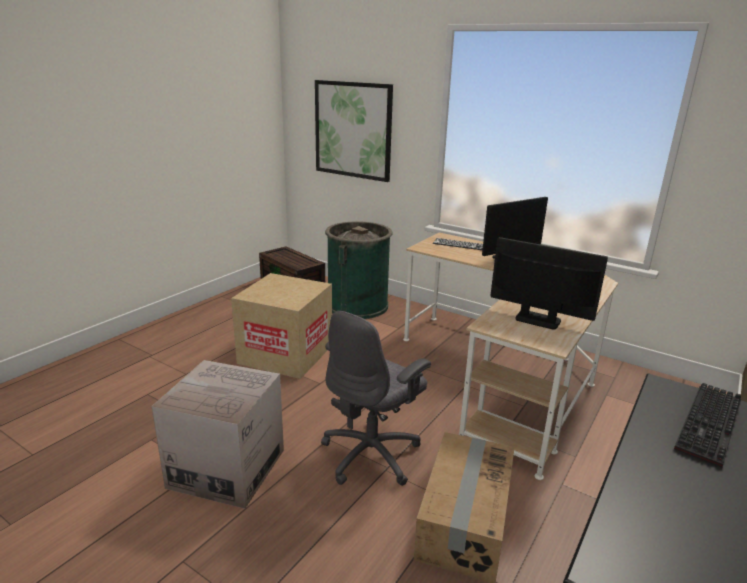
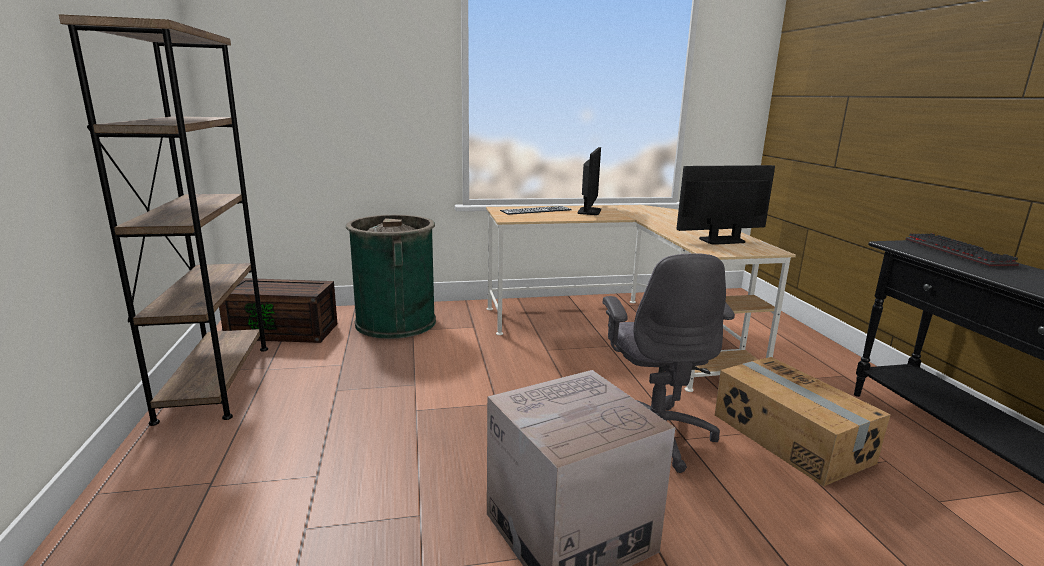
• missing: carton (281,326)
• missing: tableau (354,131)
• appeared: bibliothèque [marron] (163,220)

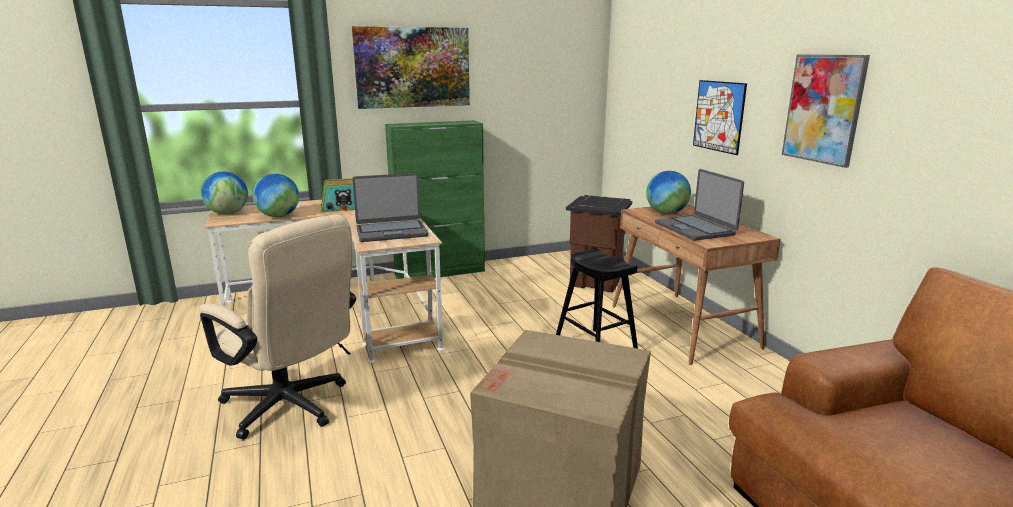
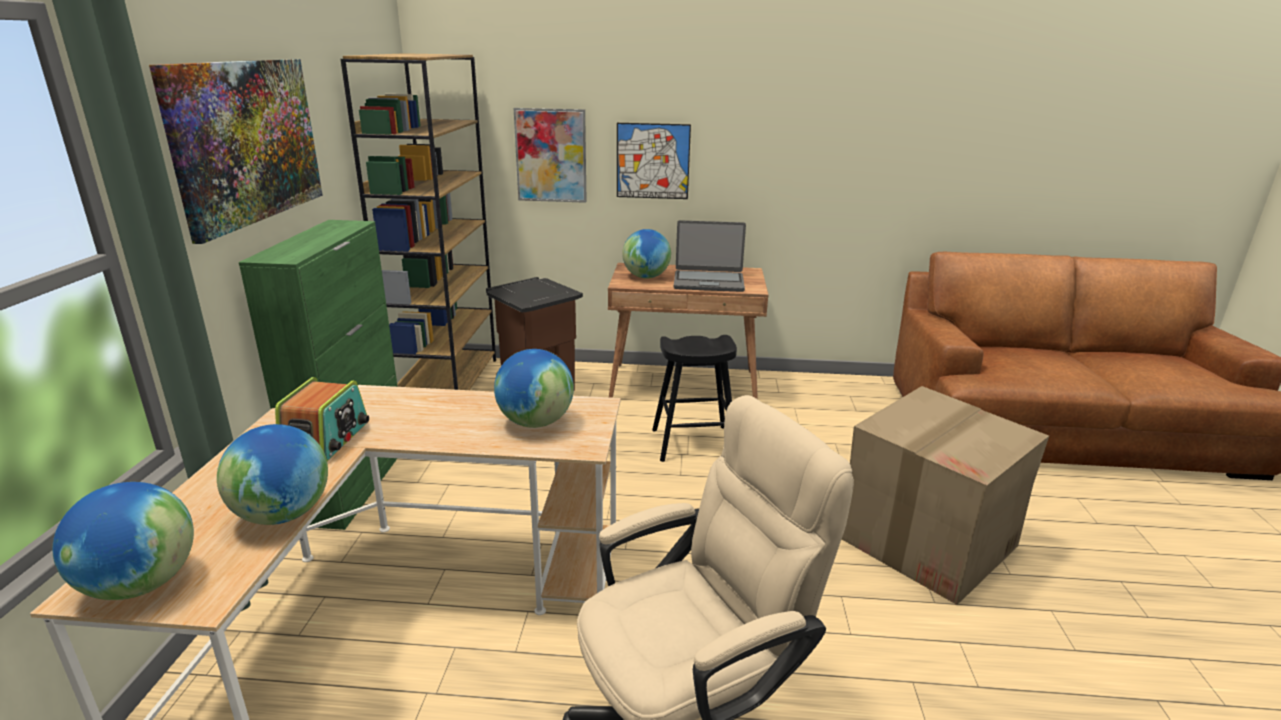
• exchanged: ordinateur portable (390,207) to globe (534,388)
• relocated: tableau (826,111) to (550,155)
• appeared: bibliothèque [marron] (418,221)

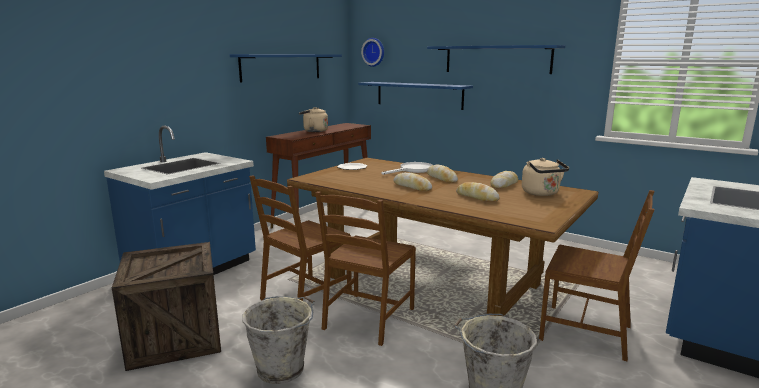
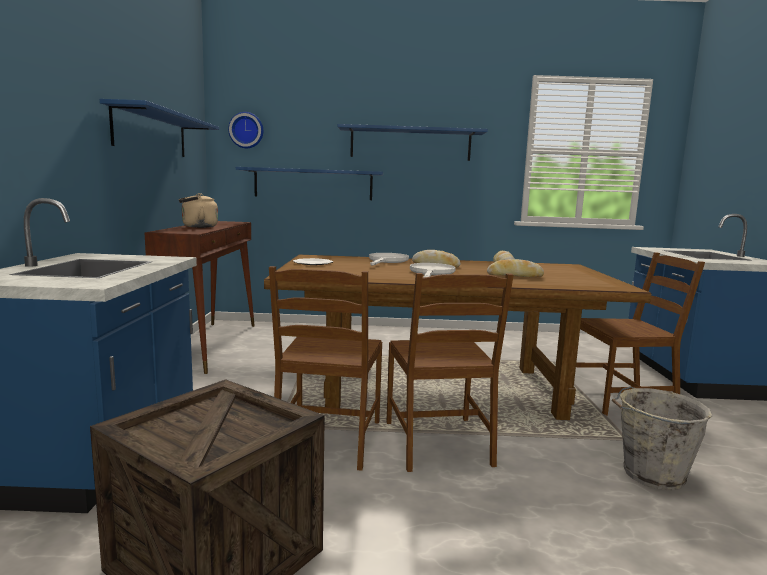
• missing: seau [gris] (278,340)
• exchanged: pain (412,181) to poêle [blanc] (433,270)
• missing: bouilloire [beige] (545,177)

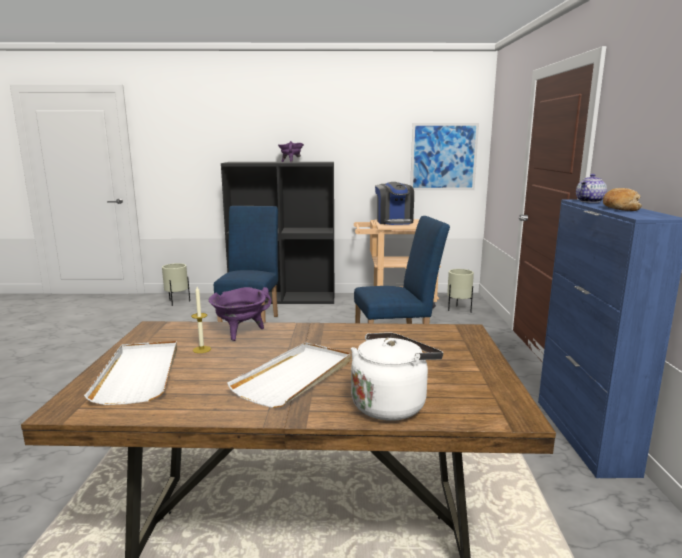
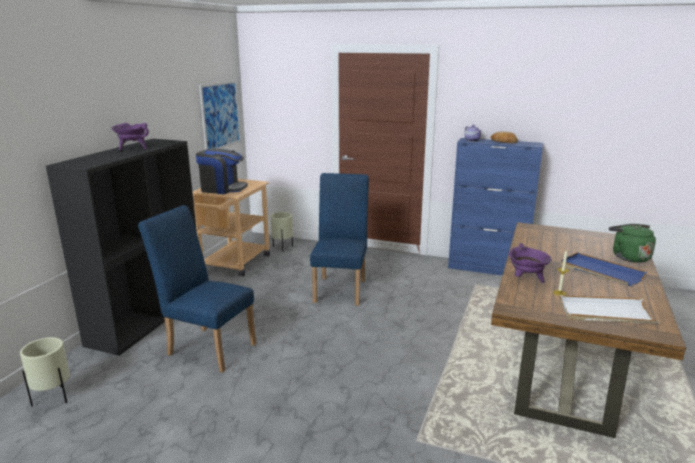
• colour: plateau [blanc] (289,375) to plateau [bleu] (603,269)
• colour: bouilloire [blanc] (397,376) to bouilloire [vert] (632,243)

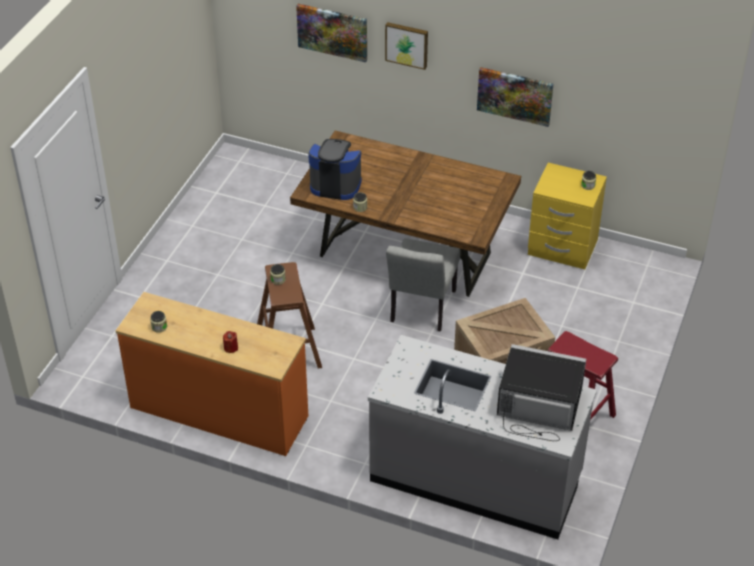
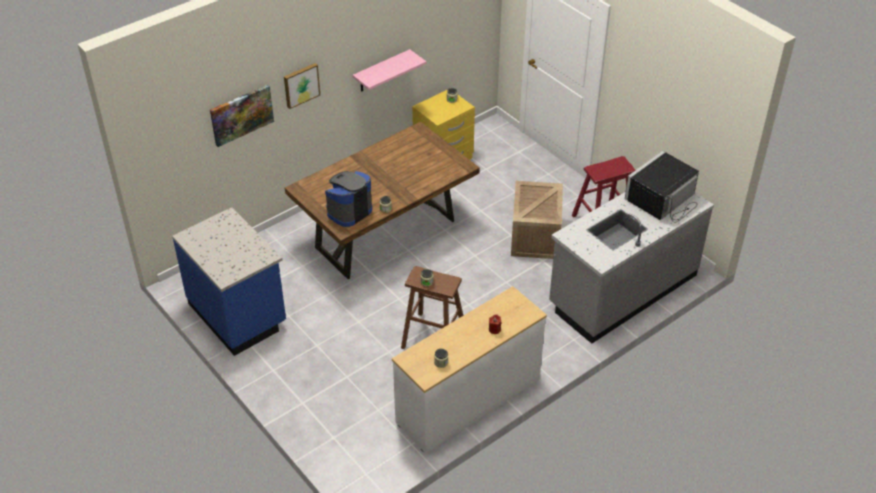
• colour: commode [orange] (211,374) to commode [blanc] (469,370)
• missing: chaise [gris] (423,284)
• exchanged: tableau (515,97) to étagère [rose] (390,70)
• appeared: comptoir de cuisine [bleu] (229,281)

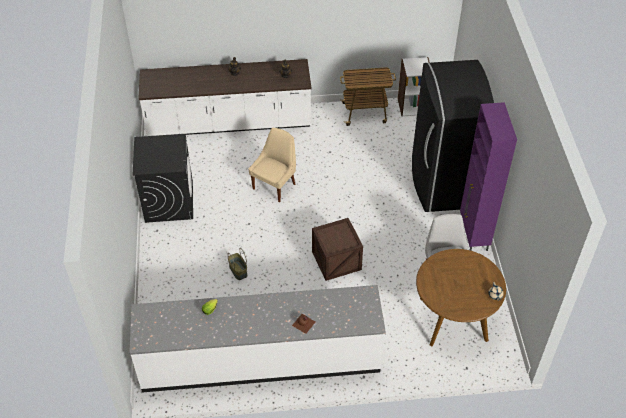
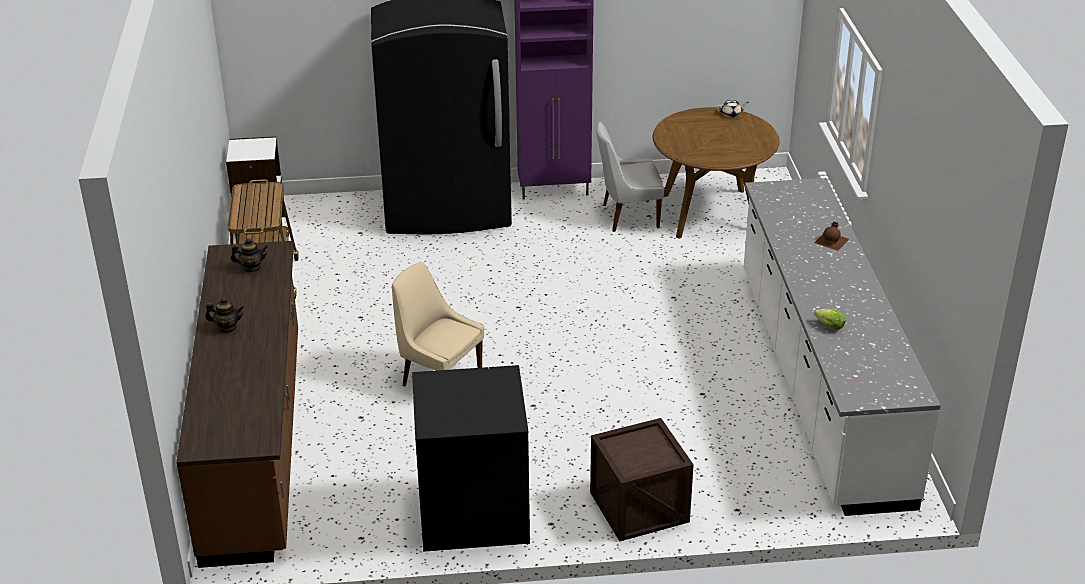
• colour: comptoir de cuisine [blanc] (225,97) to comptoir de cuisine [marron] (237,404)
• missing: panier (237,264)
• relocated: caisse (337,249) to (642,480)

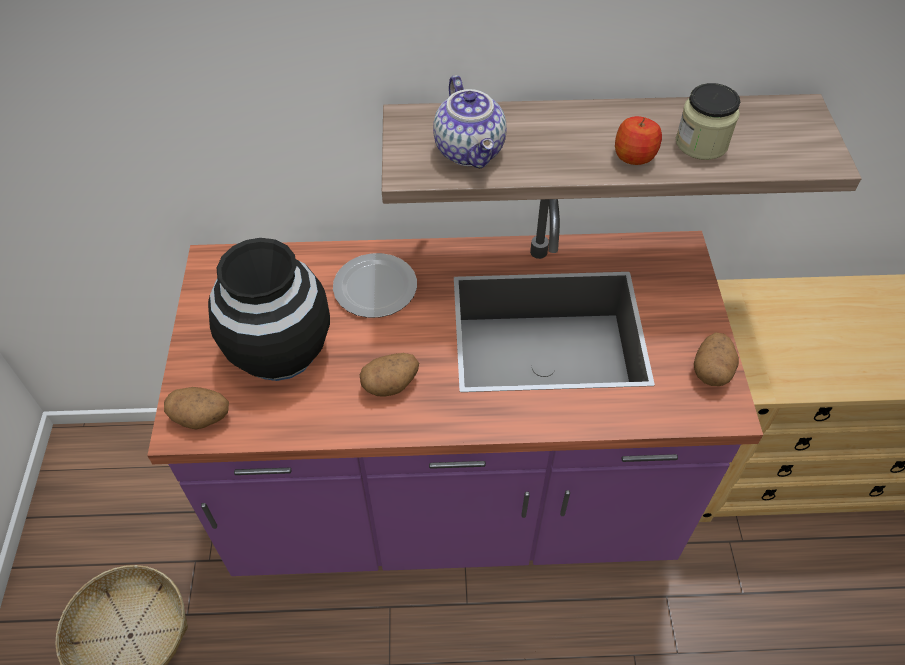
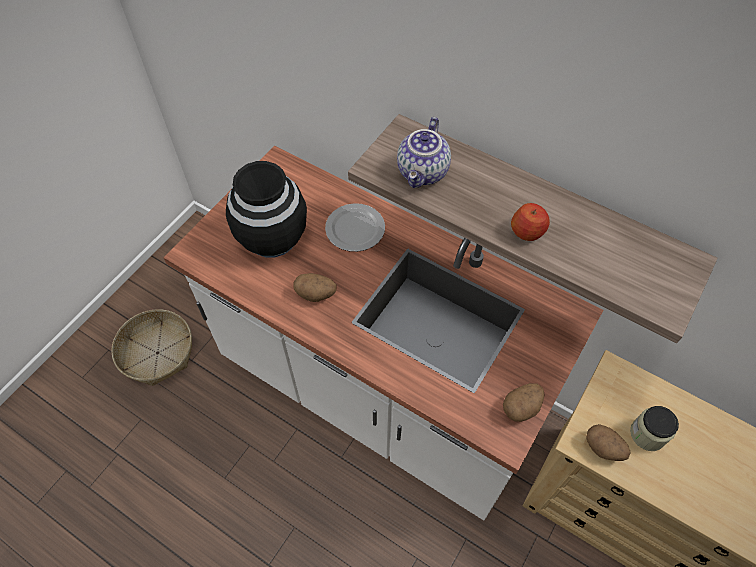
• colour: comptoir de cuisine [violet] (455,387) to comptoir de cuisine [blanc] (383,333)
• relocated: pomme de terre (196,408) to (608,442)
• relocated: bocal (708,121) to (654,428)

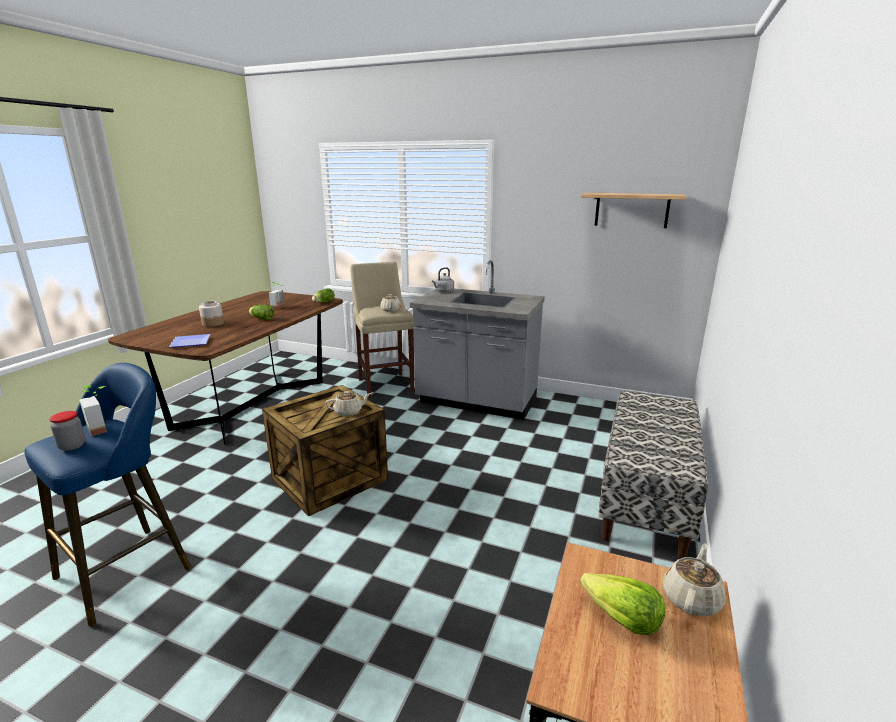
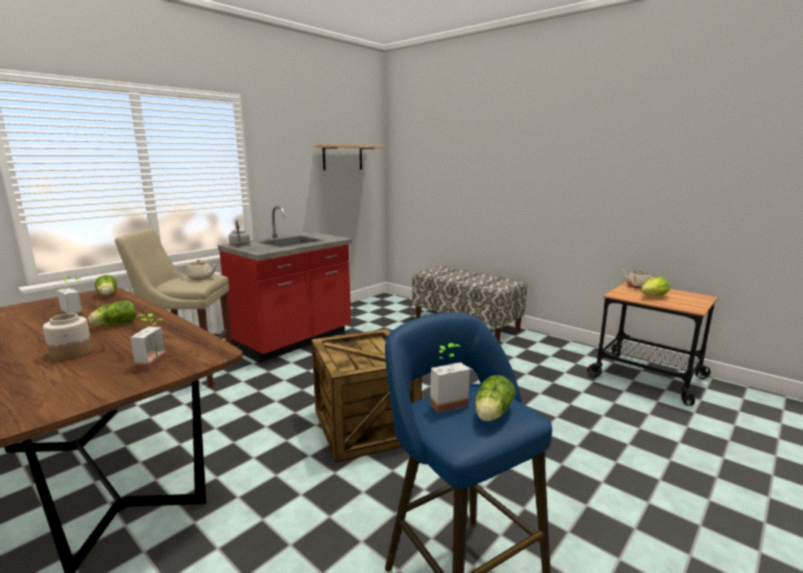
• exchanged: bocal (67,431) to laitue (495,398)
• exchanged: assiette (189,341) to plante en pot (148,342)
• missing: théière [beige] (348,403)
• colour: comptoir de cuisine [gris] (477,340) to comptoir de cuisine [rouge] (285,284)

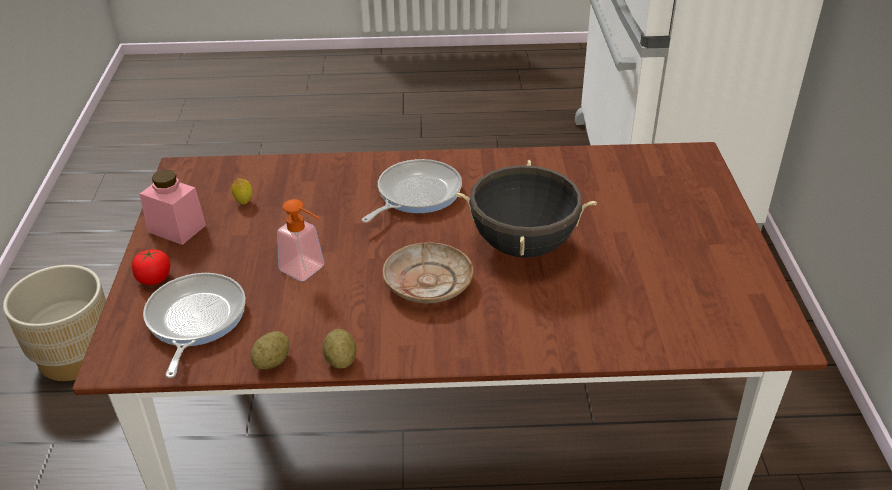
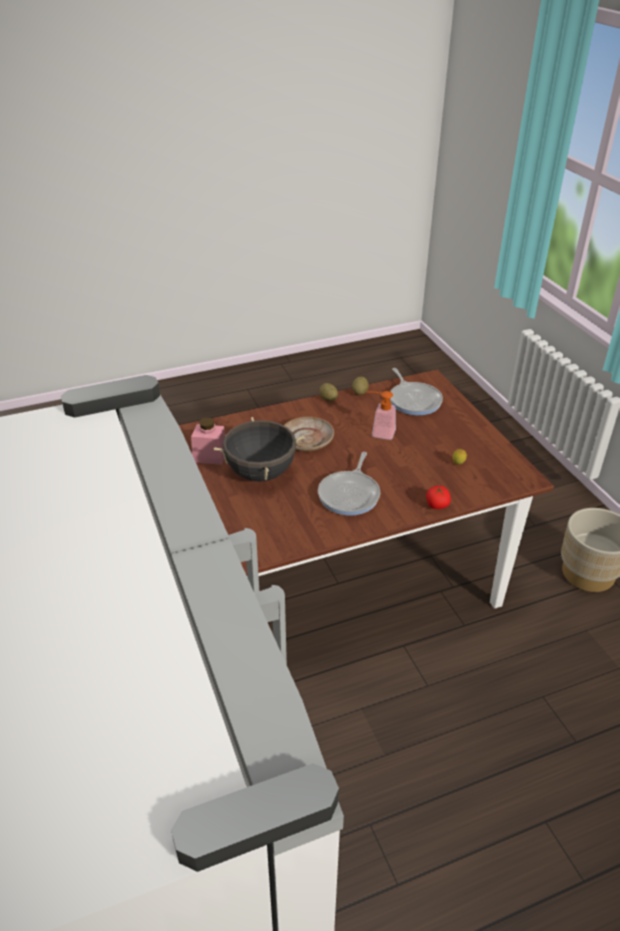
• relocated: tomate (151,266) to (438,497)
• relocated: bocal [rose] (173,207) to (208,441)

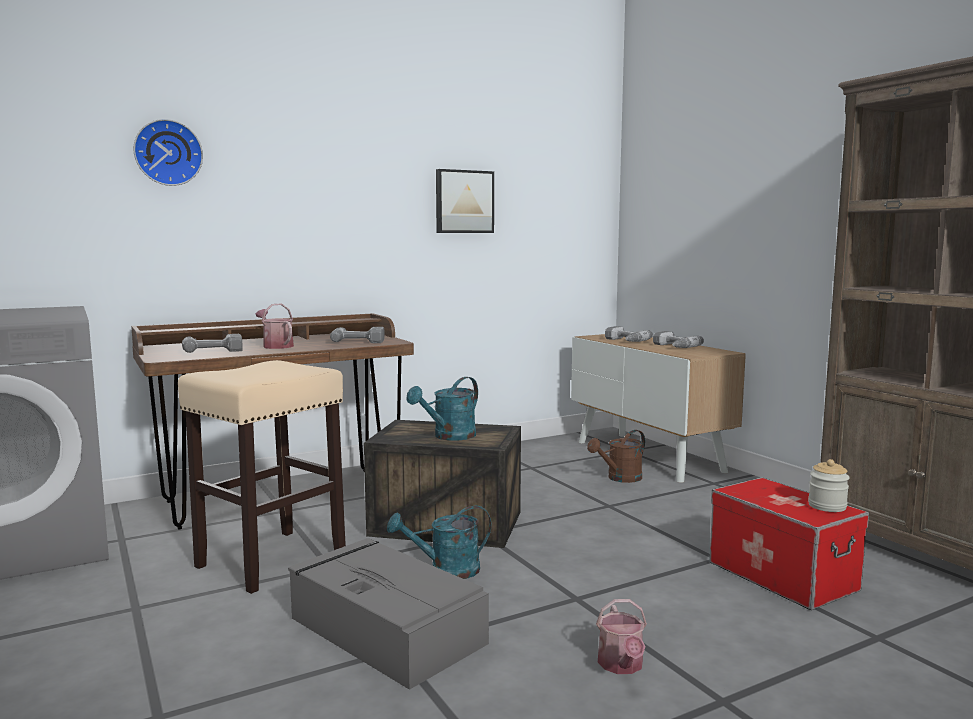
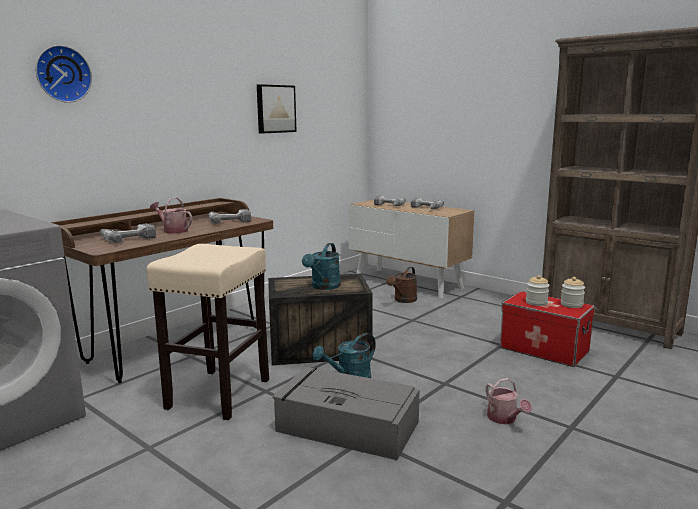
• appeared: bocal (537,290)

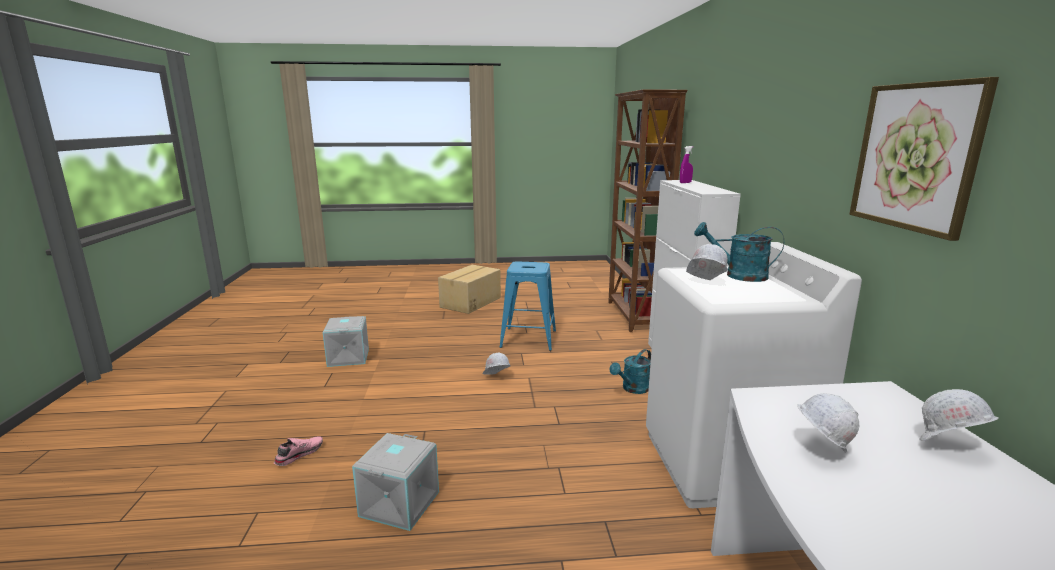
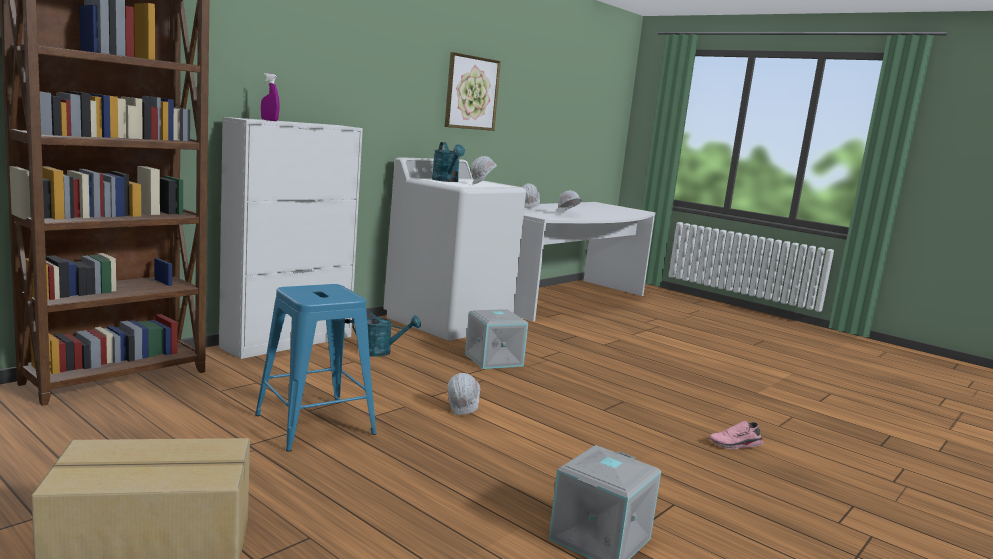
• relocated: boîte de rangement [gris] (395,482) to (496,339)

